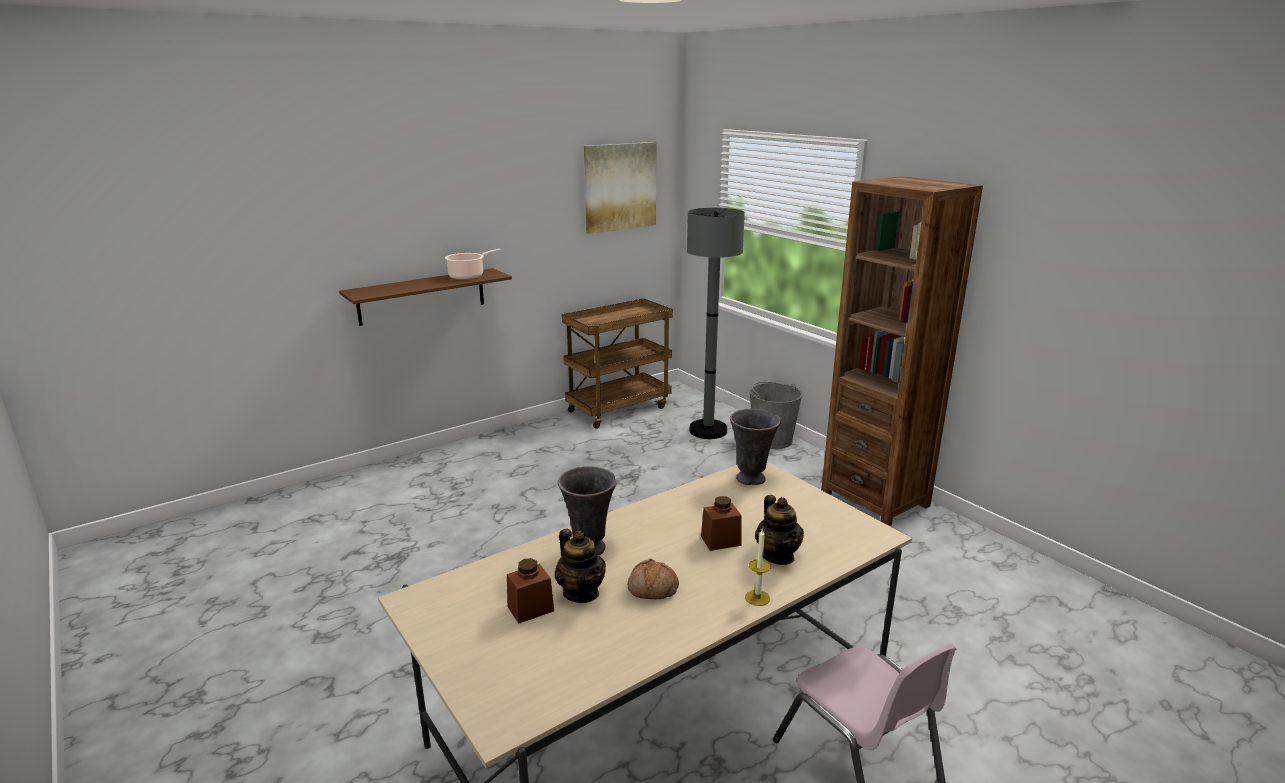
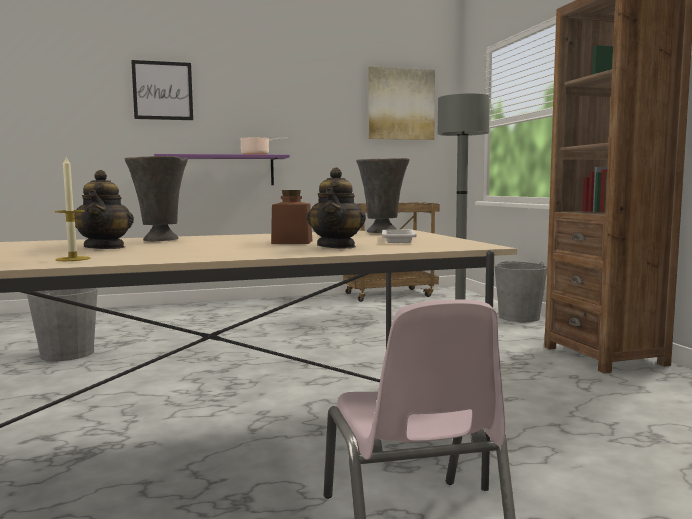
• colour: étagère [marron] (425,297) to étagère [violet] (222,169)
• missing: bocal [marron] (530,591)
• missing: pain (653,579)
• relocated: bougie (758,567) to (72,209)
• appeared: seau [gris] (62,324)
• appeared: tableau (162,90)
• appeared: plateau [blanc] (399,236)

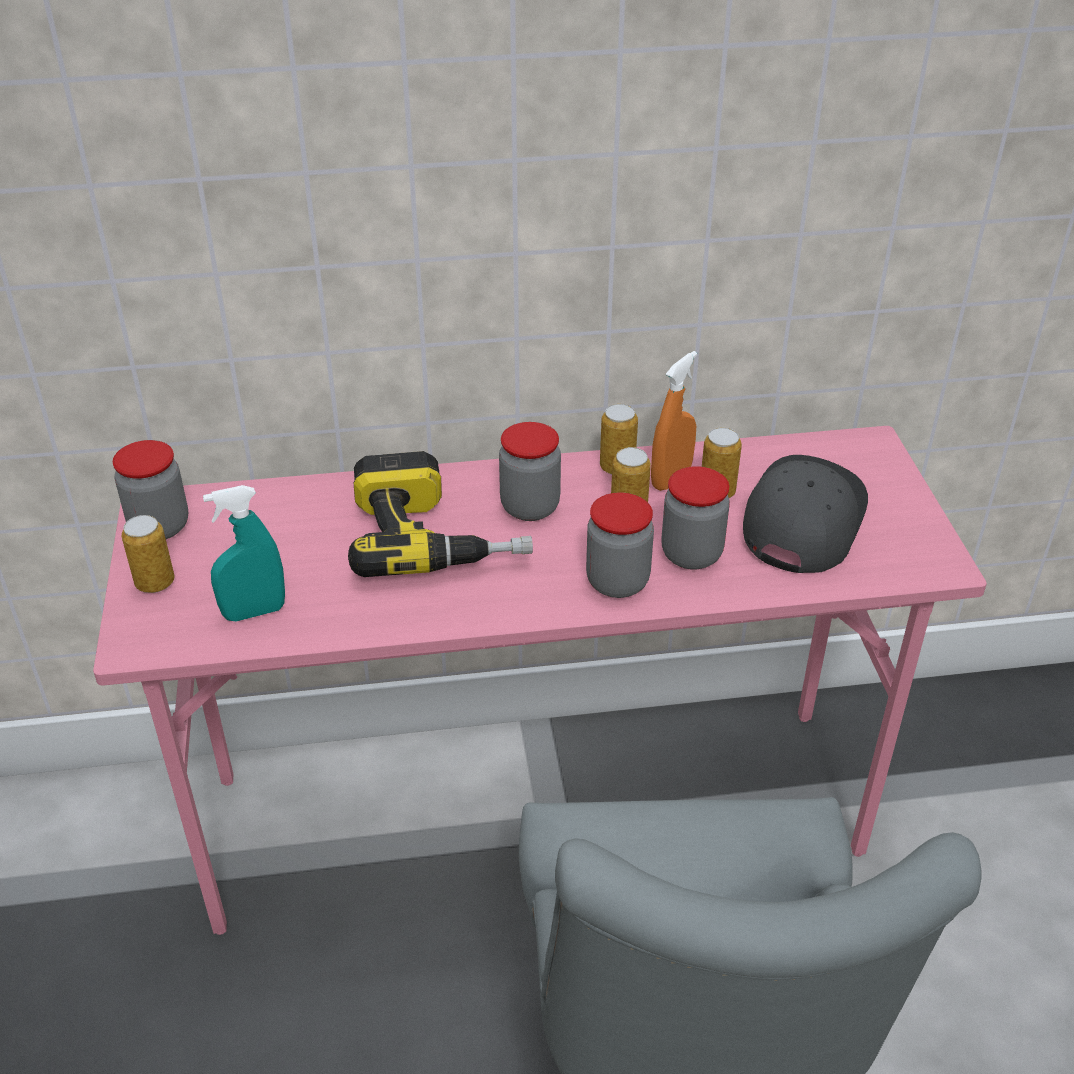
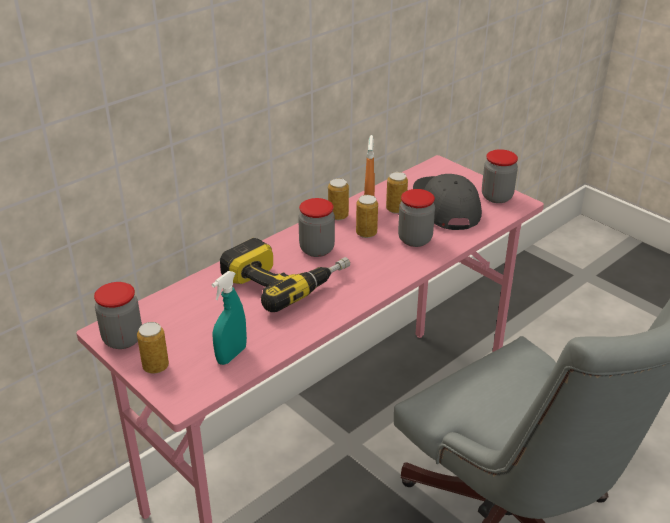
• relocated: bocal (620,545) to (500,176)

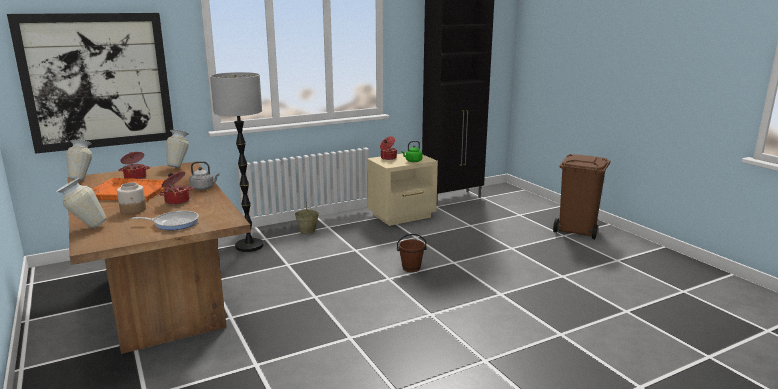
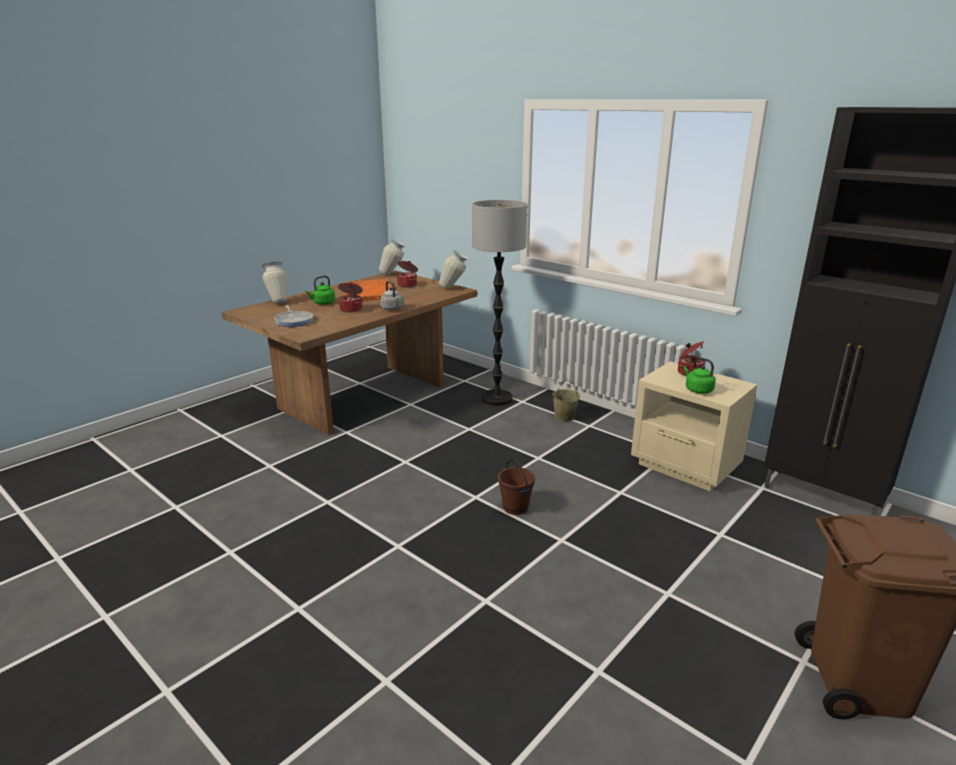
• missing: tableau (90,83)
• exchanged: bocal (131,198) to bouilloire [vert] (320,290)

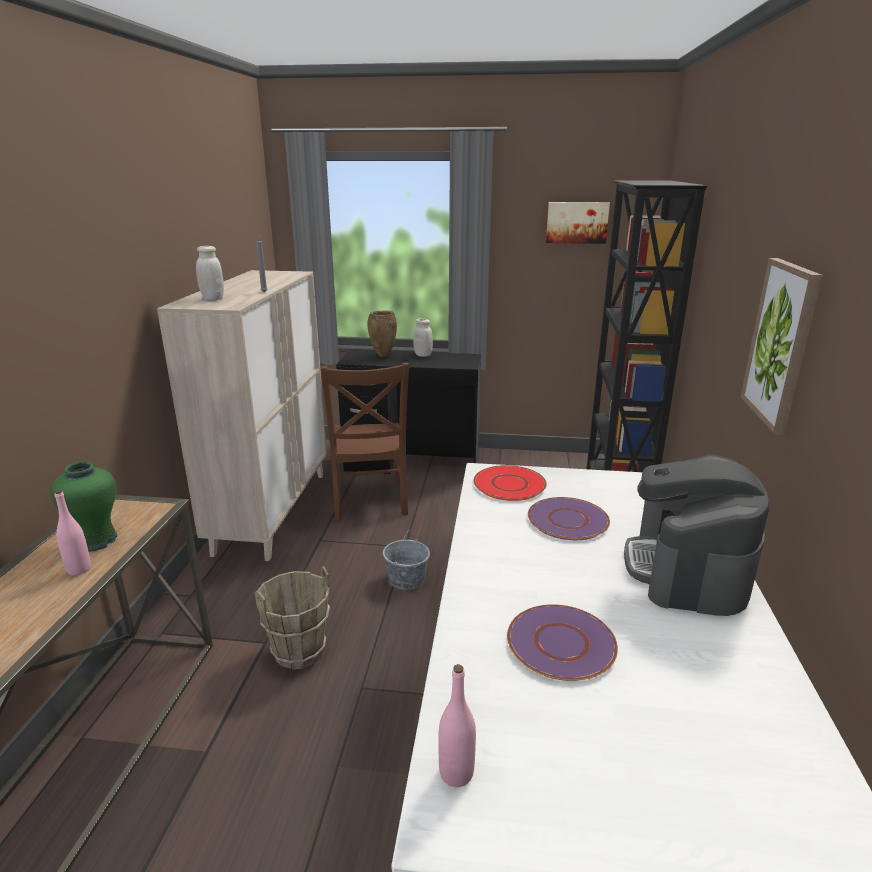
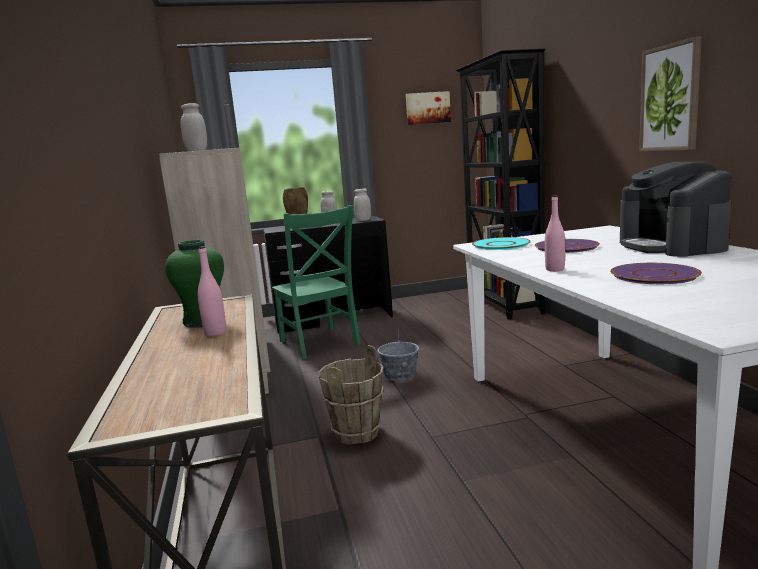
• colour: chaise [marron] (364,441) to chaise [vert] (316,282)
• relocated: bouteille [rose] (457,725) to (555,233)
• colour: assiette [rouge] (510,483) to assiette [turquoise] (501,243)
• appeared: bocal [blanc] (362,204)

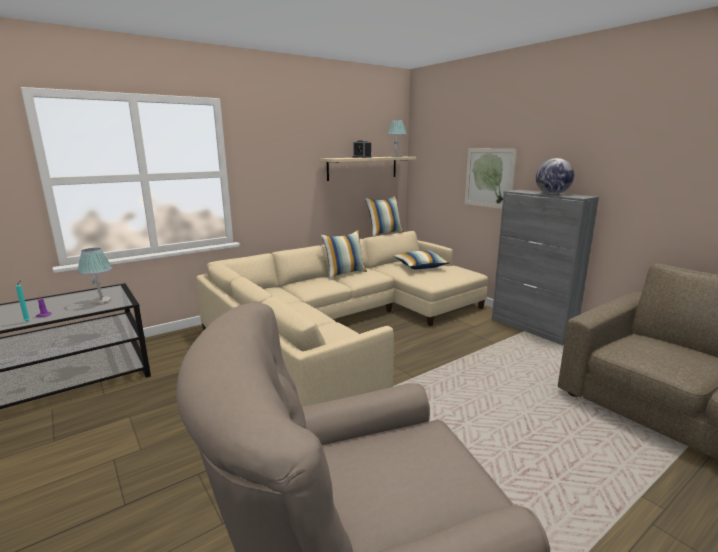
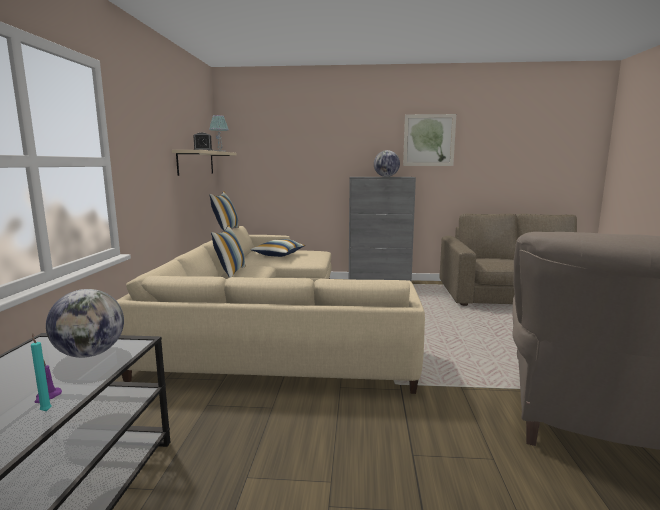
• exchanged: lampe de table (95,276) to globe (85,323)
• relocated: tableau (491,178) to (429,140)

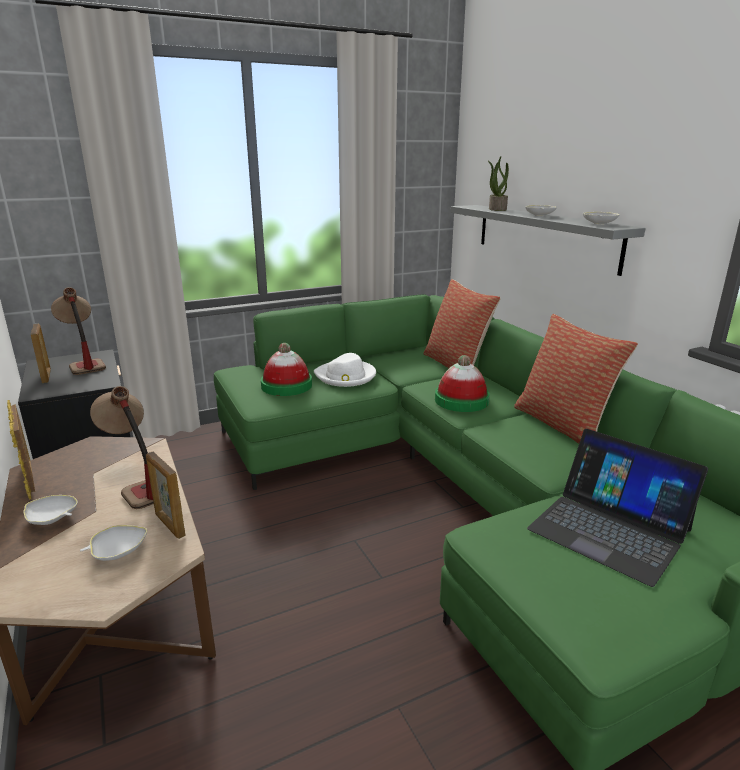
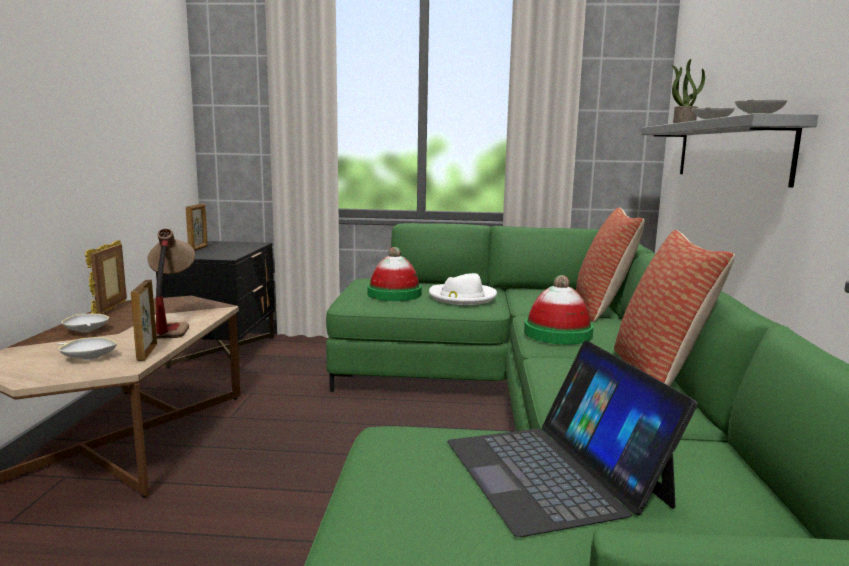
• missing: lampe de table (78,331)

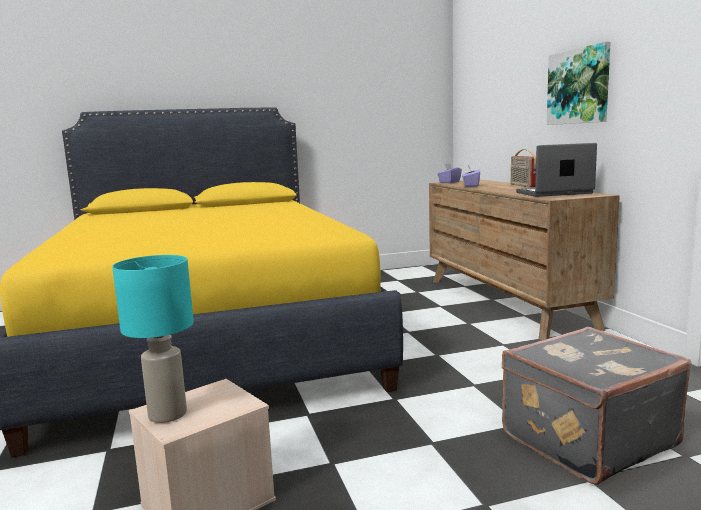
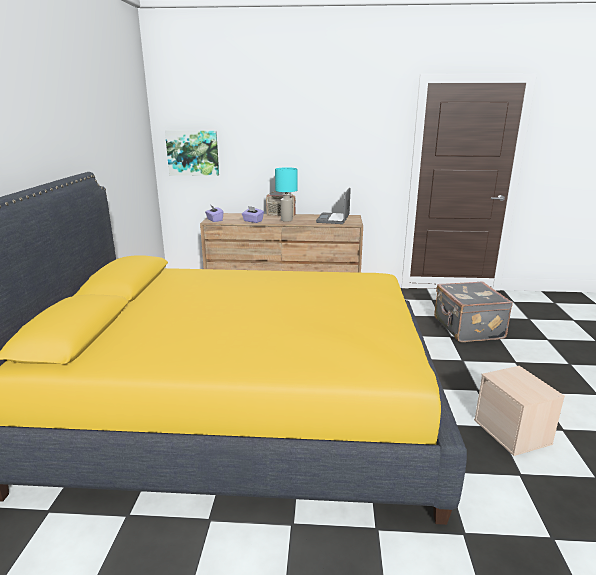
• relocated: lampe de table [turquoise] (153,339) to (286,194)
• relocated: tableau (579,83) to (192,153)

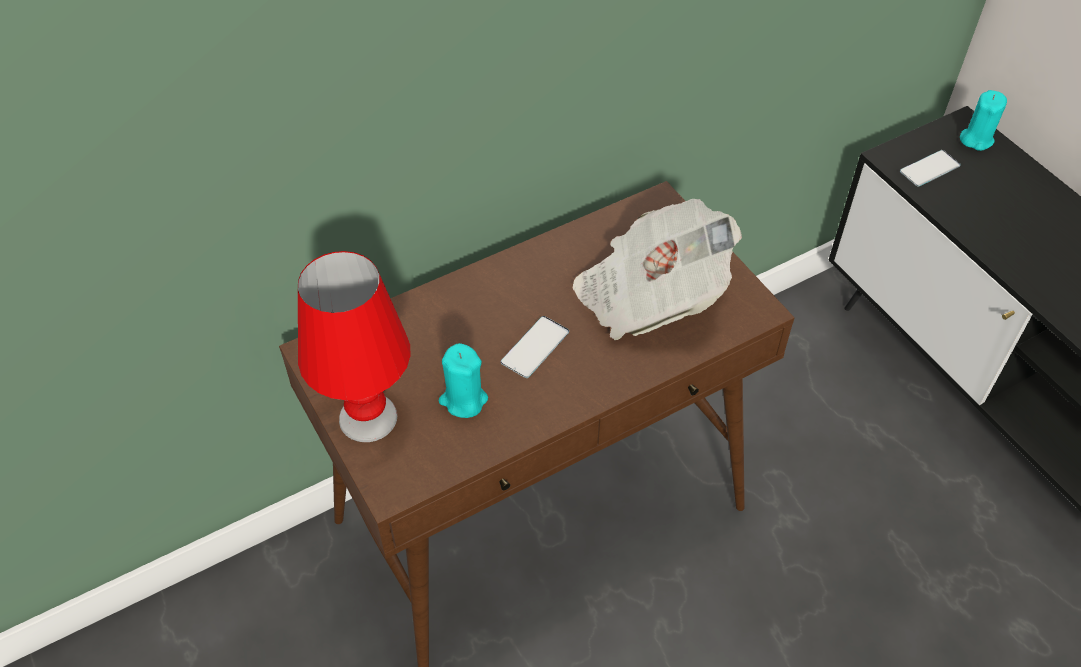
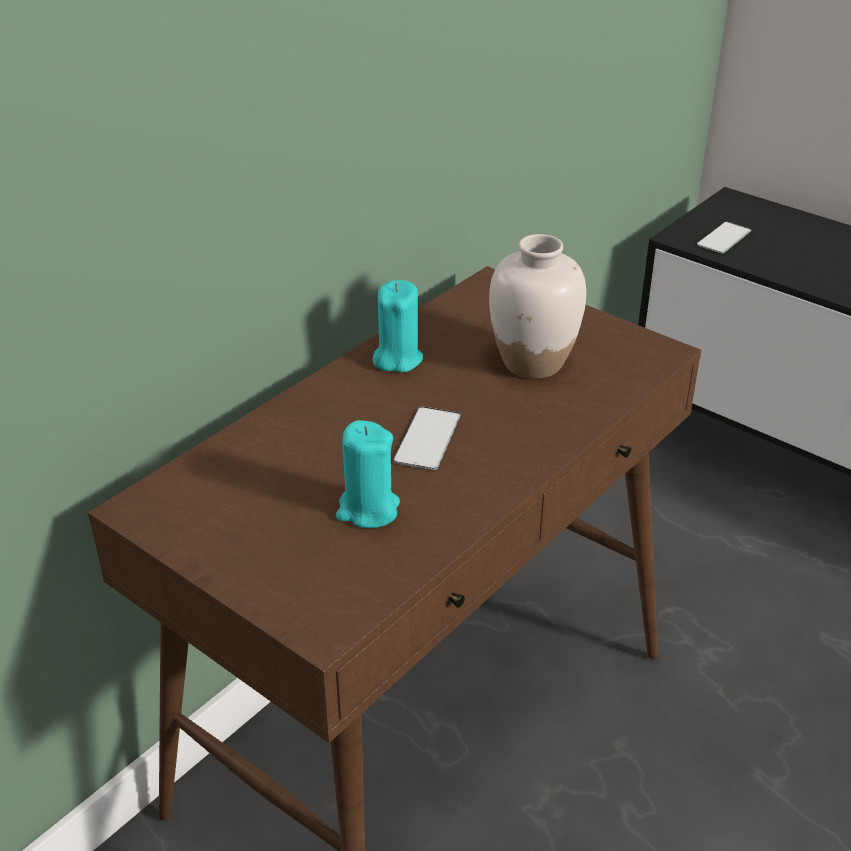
• missing: lampe de table [rouge] (354,346)
• exchanged: journal (657,269) to vase [blanc] (537,306)
• relocated: bougie [turquoise] (983,120) to (397,326)

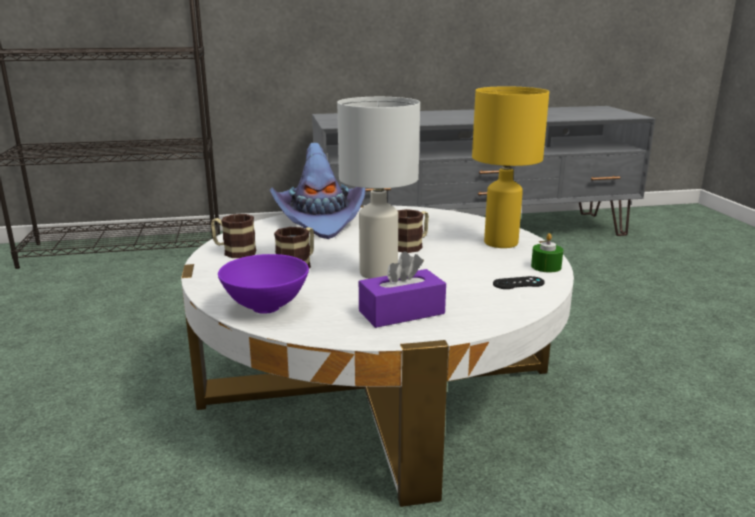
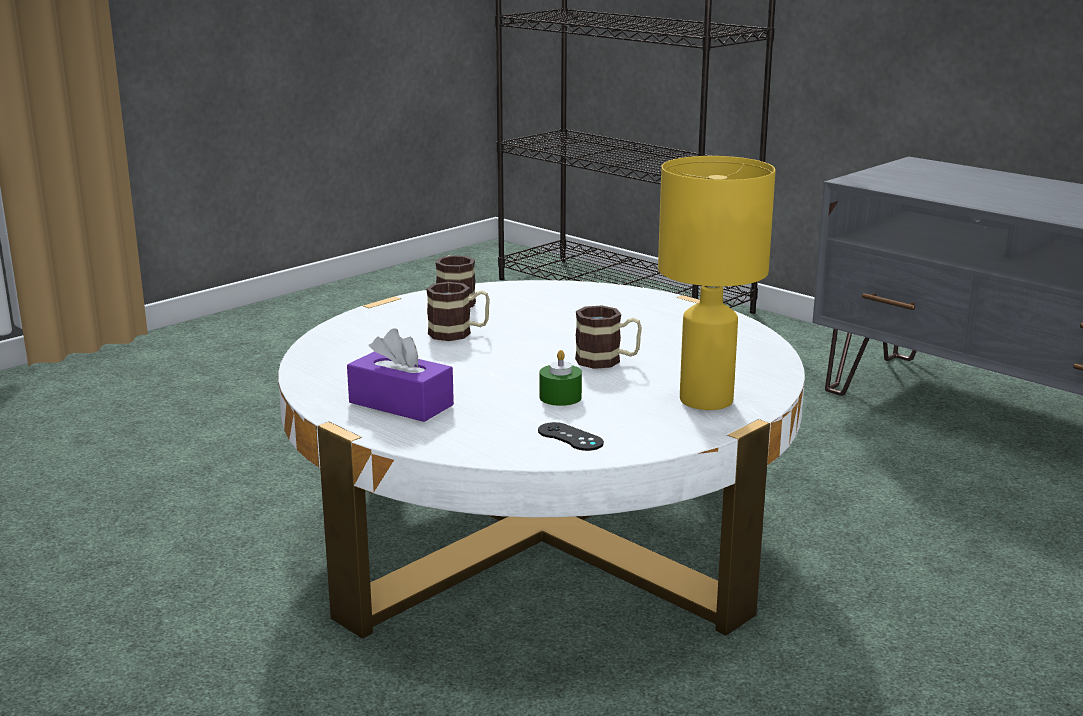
• missing: bol [violet] (263,284)
• missing: chapeau [violet] (318,191)
• missing: lampe de table [blanc] (378,188)
• relocated: bougie [vert] (547,253) to (561,378)

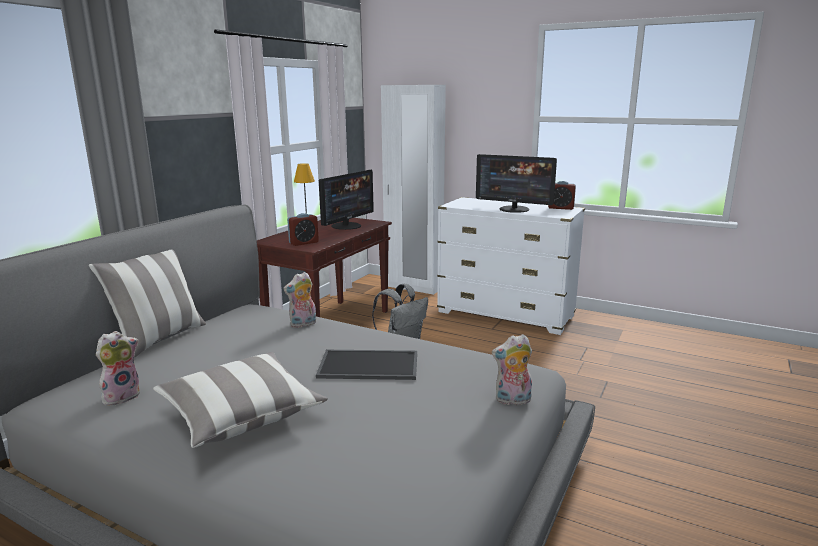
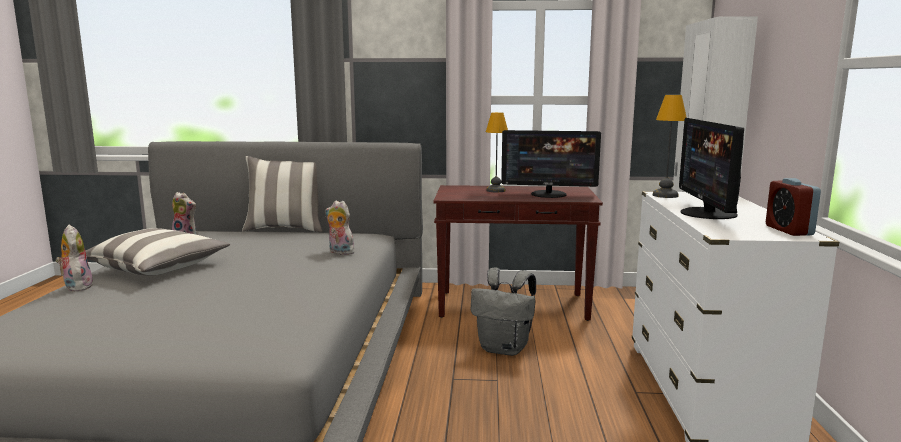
• missing: réveil (303,229)
• missing: plateau (366,365)
• relocated: peluche (512,369) to (74,257)
• appeared: lampe de table (670,146)

